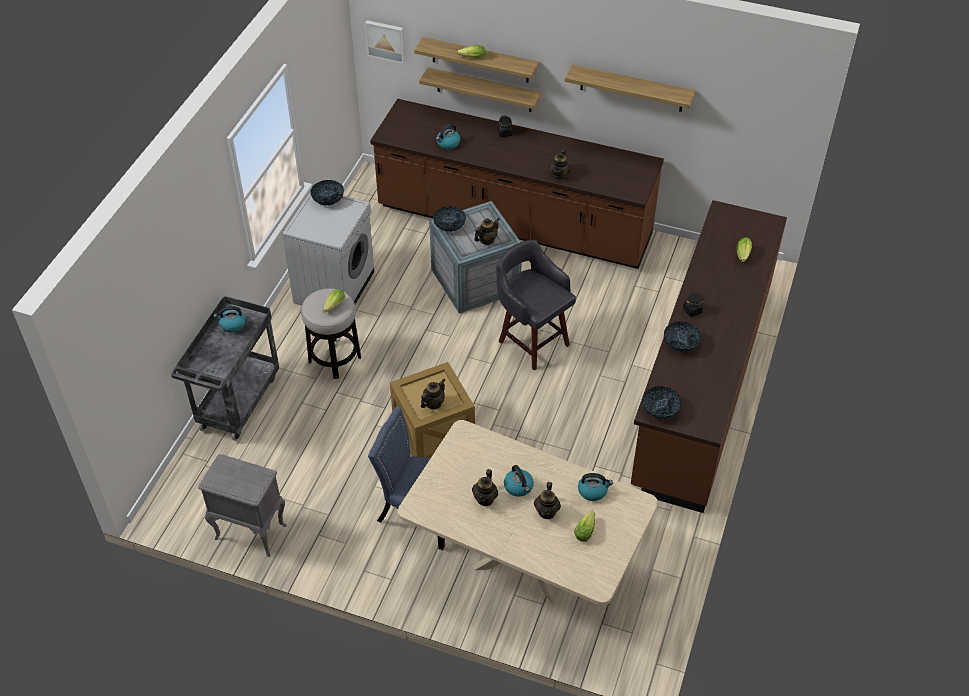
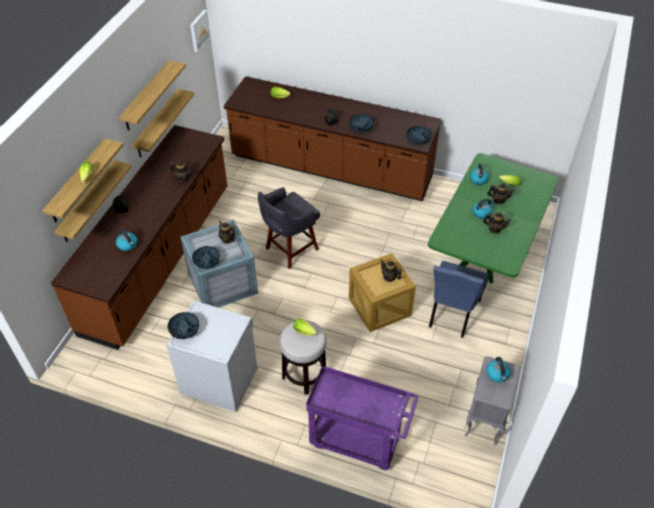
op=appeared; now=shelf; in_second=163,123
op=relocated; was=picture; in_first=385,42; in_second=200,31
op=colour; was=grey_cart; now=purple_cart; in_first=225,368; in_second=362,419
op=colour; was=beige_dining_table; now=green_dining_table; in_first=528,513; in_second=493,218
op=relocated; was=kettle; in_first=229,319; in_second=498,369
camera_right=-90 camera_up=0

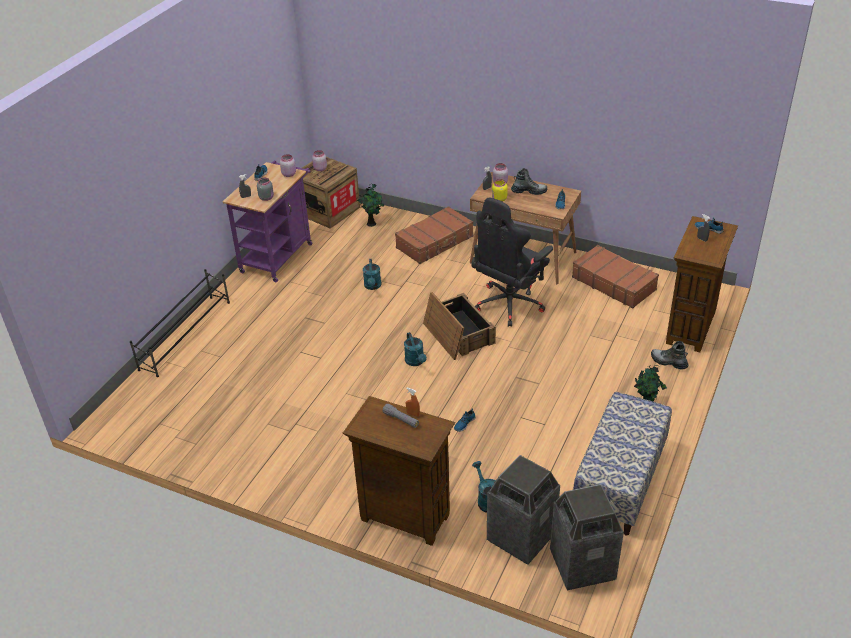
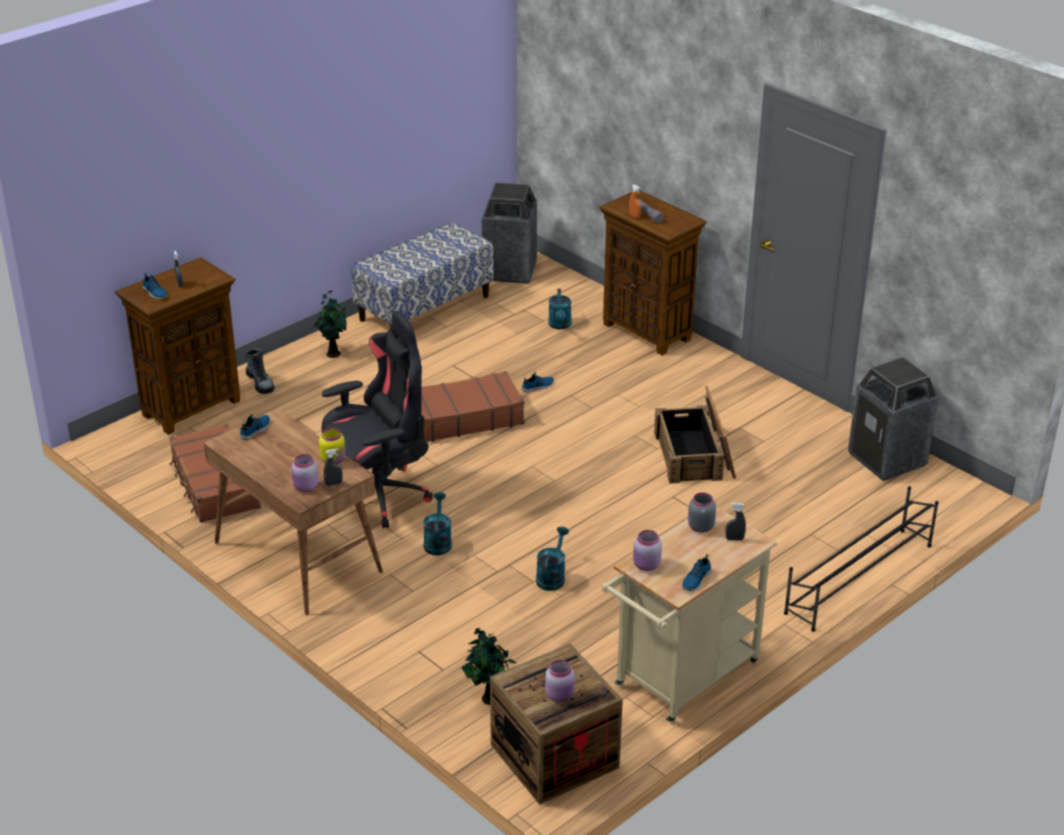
op=relocated; was=brown_suitcase; in_first=434,235; in_second=472,406
op=relocated; was=turquoise_watering_can; in_first=415,349; in_second=437,524
op=colour; was=purple_cart; now=beige_cart; in_first=267,221; in_second=689,615
op=relocated; was=crate; in_first=459,326; in_second=695,435
op=relocated; was=trash_can; in_first=523,510; in_second=893,419
op=missing; was=boot; in_first=529,181
camera_right=-160 camera_up=-5

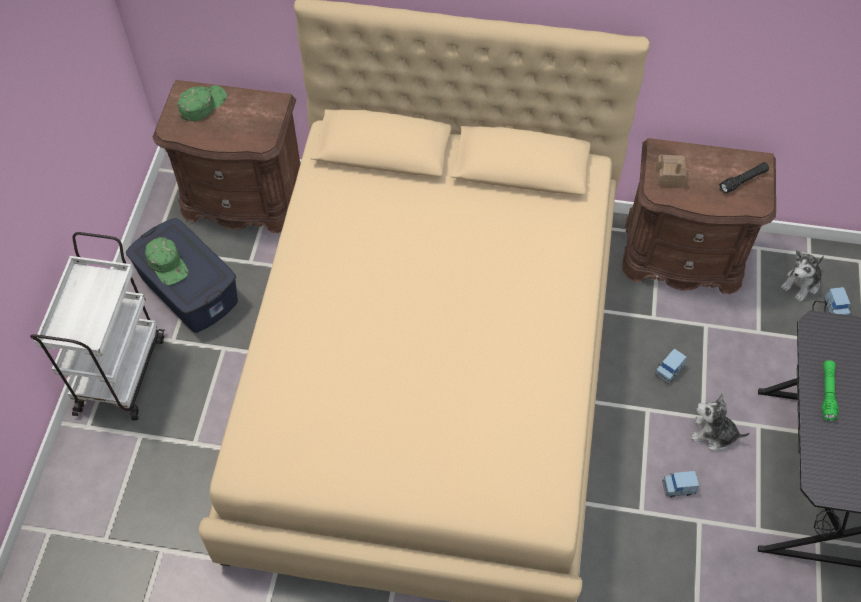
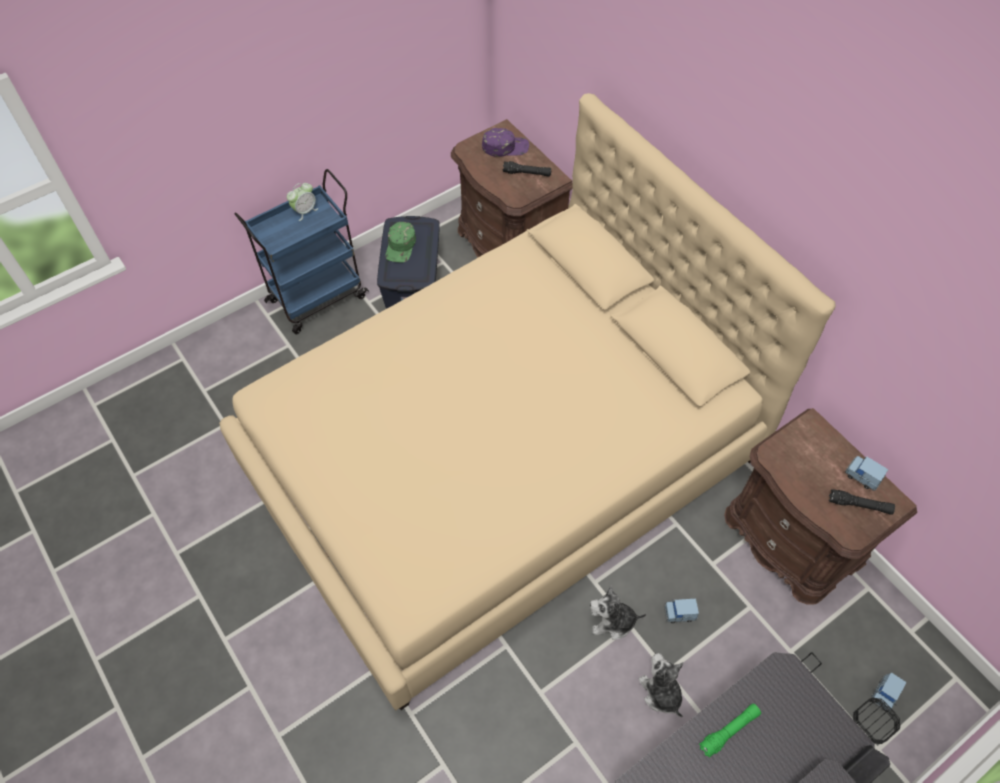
op=colour; was=white_cart; now=blue_cart; in_first=97,326; in_second=301,251
op=appeared; now=alarm_clock; in_second=302,202
op=colour; was=green_cap; now=purple_cap; in_first=202,103; in_second=505,142
op=appeared; now=black_flashlight; in_second=526,169
op=relocated; was=plush_toy; in_first=802,276; in_second=618,612
op=relocated; was=blue_toy_car; in_first=680,484; in_second=866,473
op=missing; was=toy_house; in_first=671,171
camera_right=45 camera_up=0

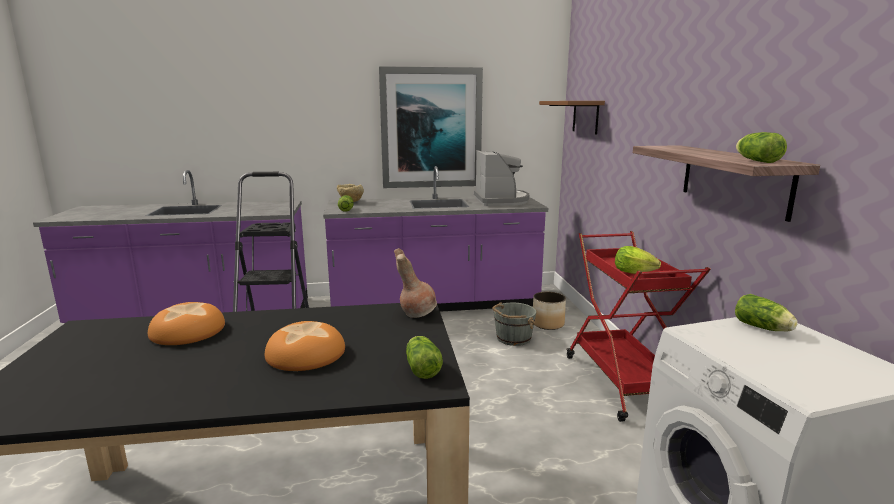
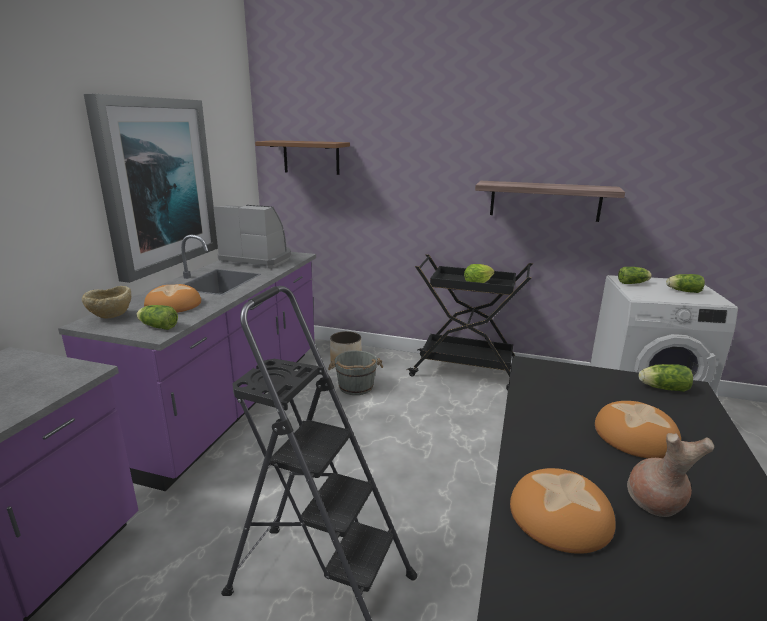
op=appeared; now=bread; in_second=172,298
op=colour; was=red_cart; now=black_cart; in_first=639,326; in_second=469,322
op=relocated; was=brown_vase; in_first=415,283; in_second=670,475
op=relocated; was=lettuce; in_first=761,147; in_second=685,283
camera_right=-65 camera_up=5

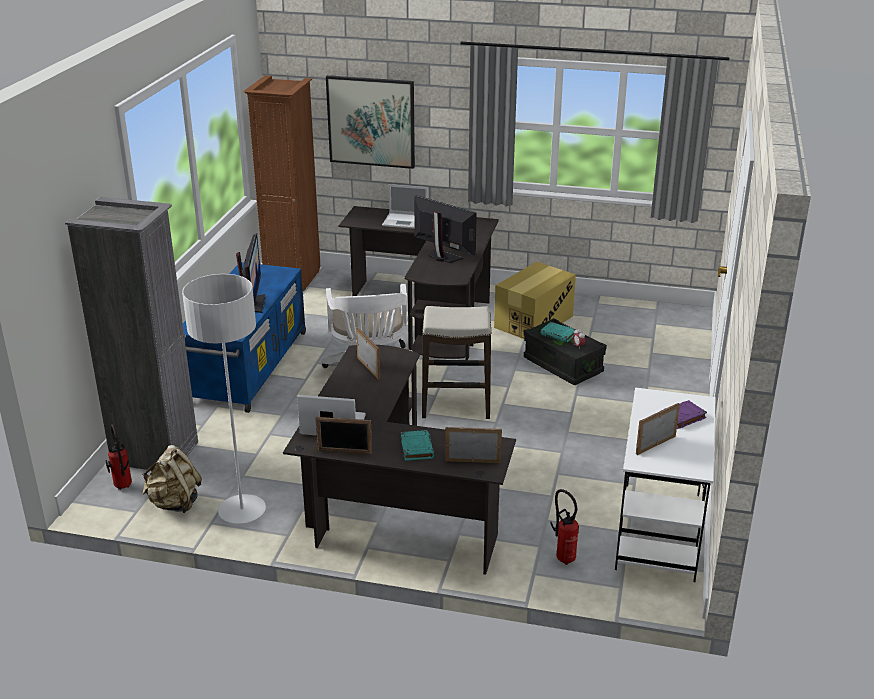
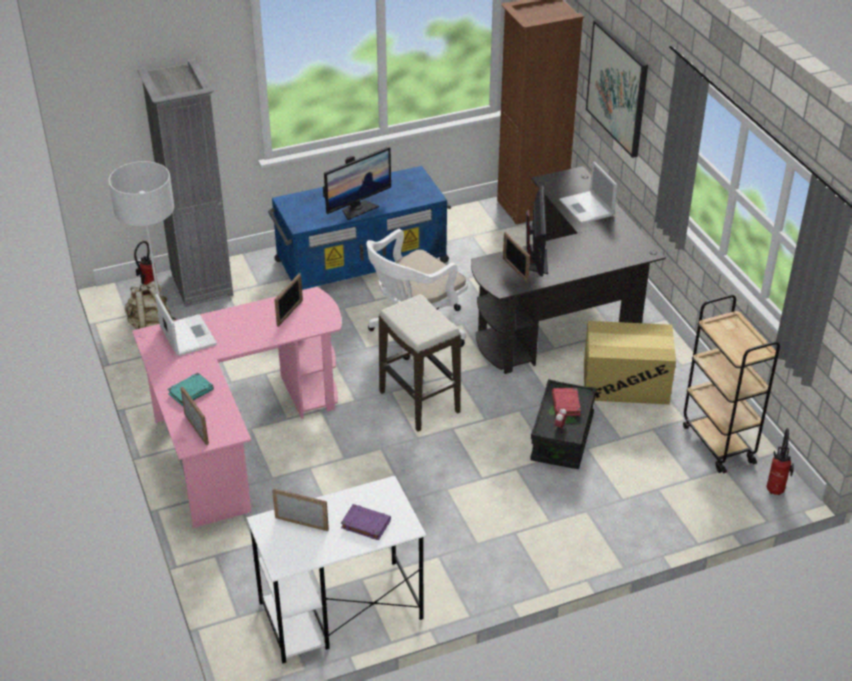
op=colour; was=black_desk; now=pink_desk; in_first=399,460; in_second=237,407
op=relocated; was=picture_frame; in_first=344,435; in_second=516,257
op=colour; was=turquoise_book; now=red_book; in_first=558,332; in_second=566,402
op=appeared; now=brown_cart; in_second=731,384
op=relocated; was=fire_extinguisher; in_first=564,527; in_second=780,461
camera_right=55 camera_up=10

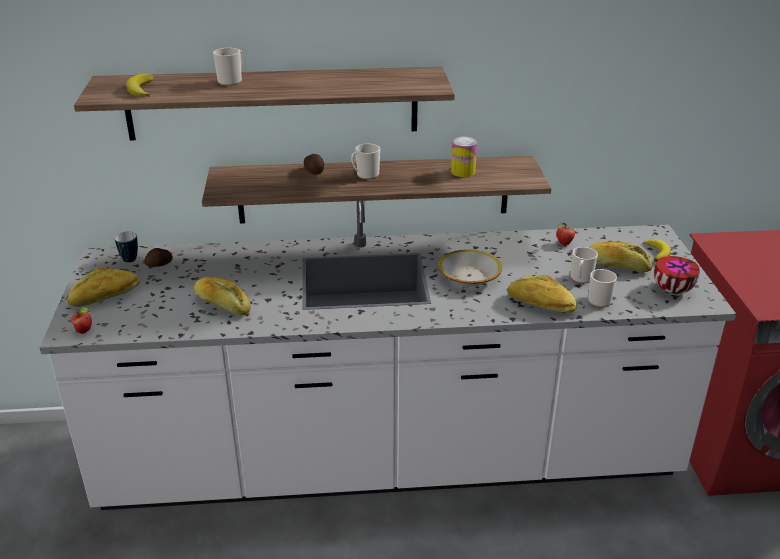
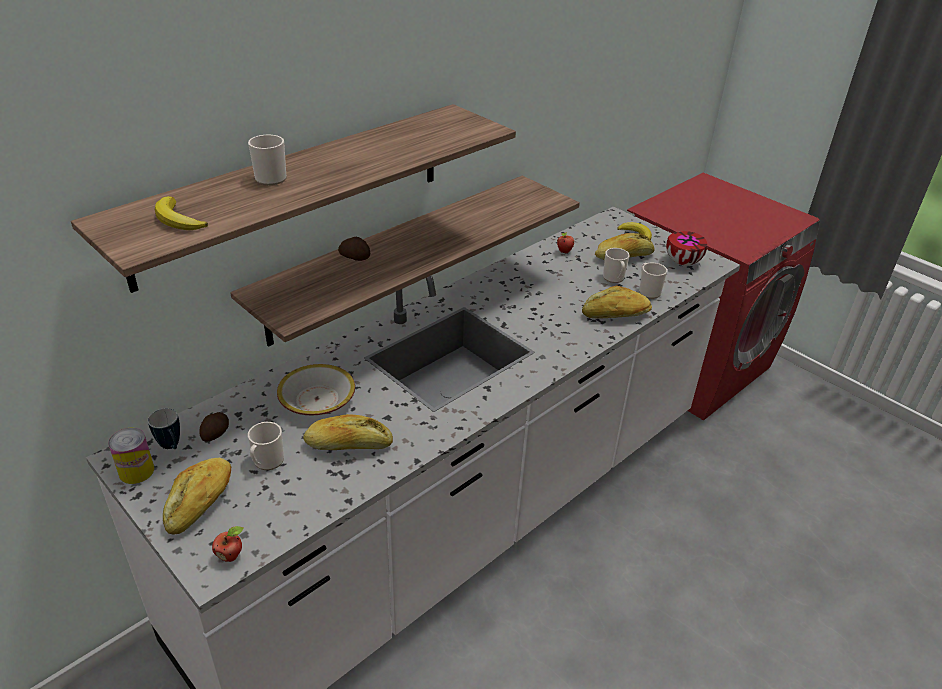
op=relocated; was=can; in_first=464,156; in_second=131,456
op=relocated; was=mug; in_first=365,161; in_second=266,446
op=relocated; was=bowl; in_first=470,268; in_second=316,389
camera_right=-40 camera_up=5

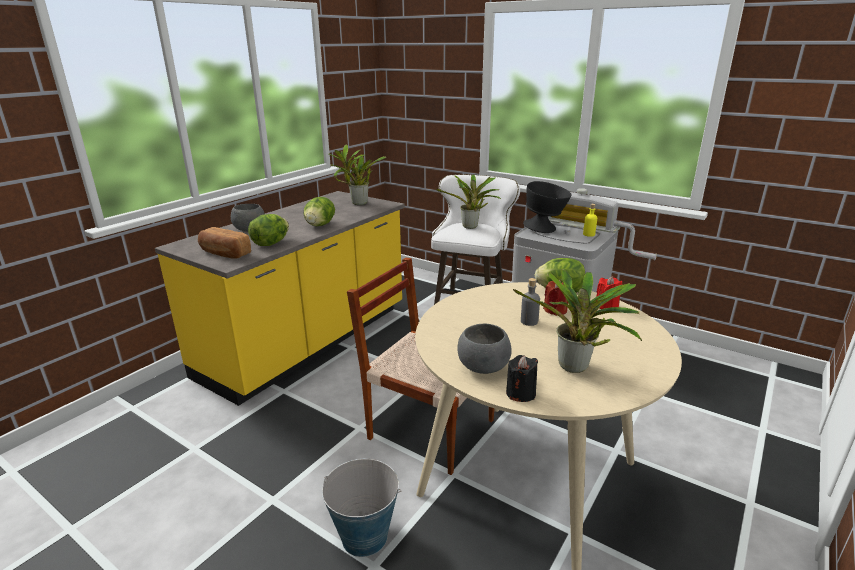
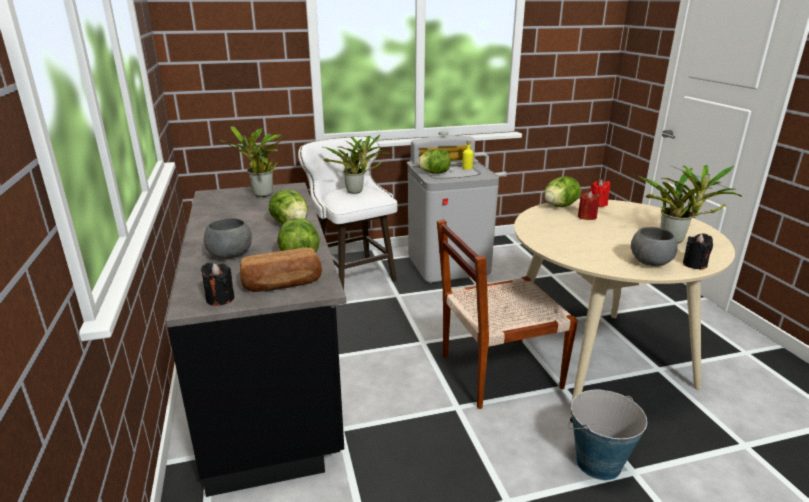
op=colour; was=yellow_counter; now=black_counter; in_first=280,298; in_second=256,339
op=appeared; now=black_candle; in_second=217,284
op=exchanged; was=black_bowl; now=lettuce; in_first=547,207; in_second=433,161
op=missing; was=grey_bottle; in_first=530,302
camera_right=-50 camera_up=0

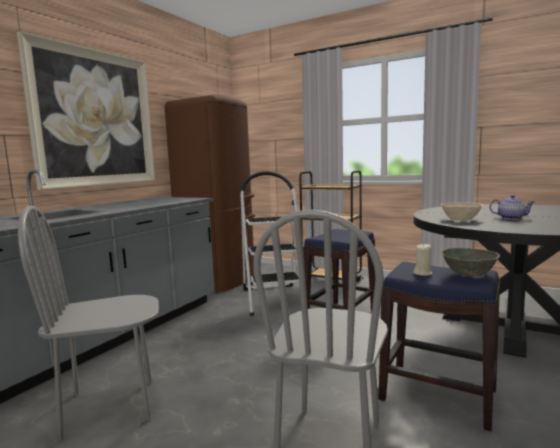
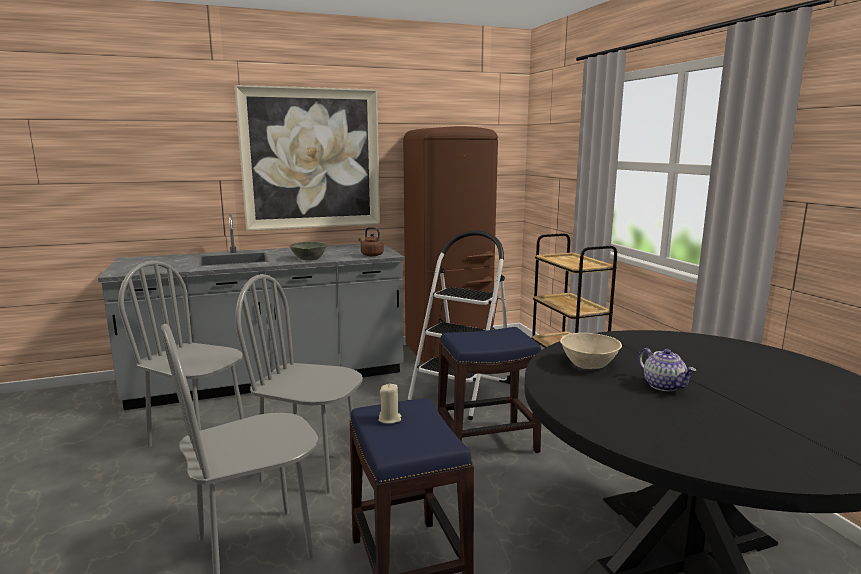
op=appeared; now=grey_chair; in_second=299,383
op=relocated; was=grey_bowl; in_first=470,262; in_second=308,251
op=appeared; now=brown_kettle; in_second=371,241
camera_right=40 camera_up=5

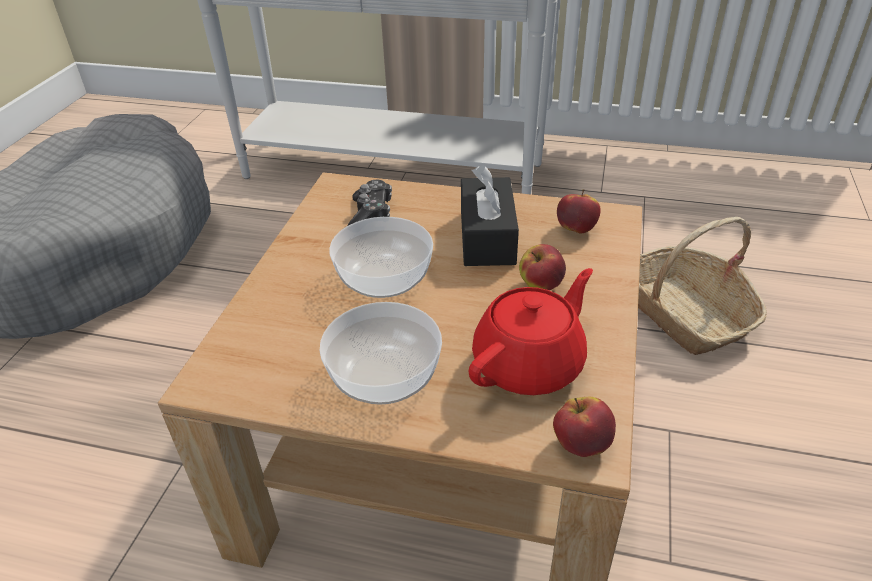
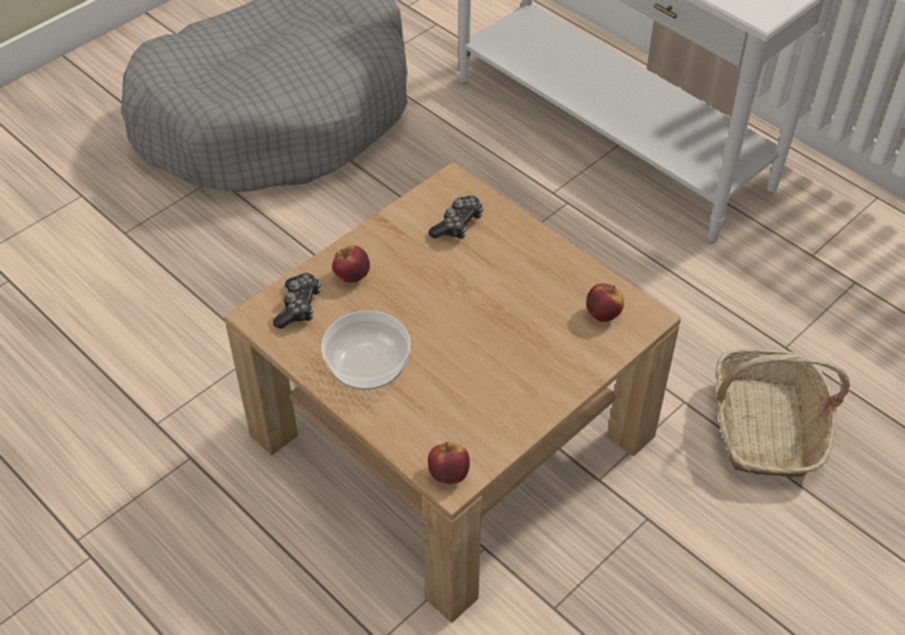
op=appeared; now=game_controller; in_second=297,301
op=relocated; was=apple; in_first=542,267; in_second=351,264
op=missing; was=bowl; in_first=381,257
op=missing; was=black_tissue_box; in_first=490,215
op=missing; was=red_teapot; in_first=531,331
camera_right=30 camera_up=10

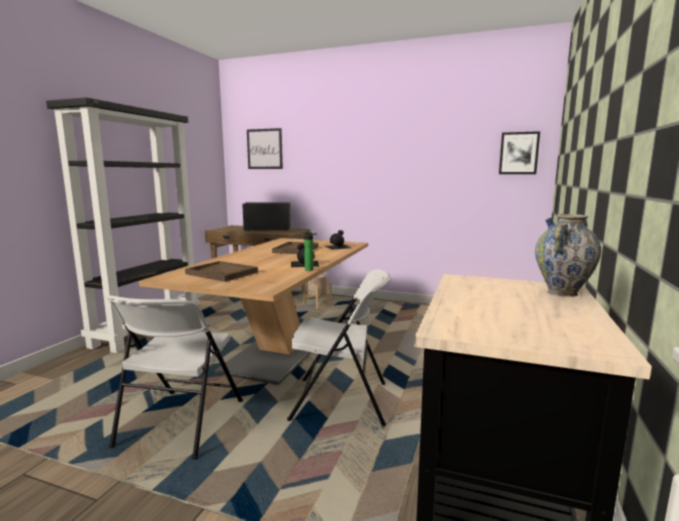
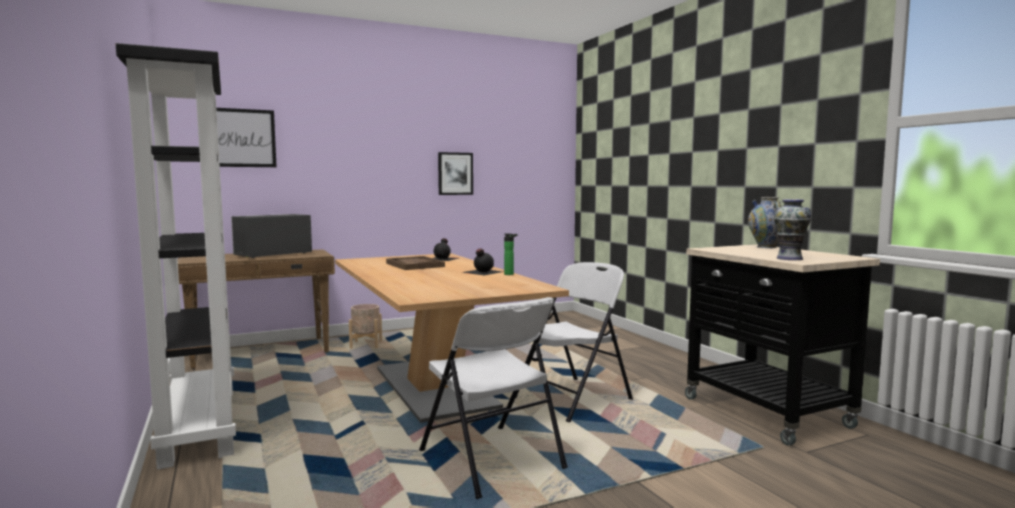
op=relocated; was=picture; in_first=519,152; in_second=455,173
op=appeared; now=vase; in_second=793,229
op=missing; was=brown_tray; in_first=221,271
camera_right=-45 camera_up=-5

